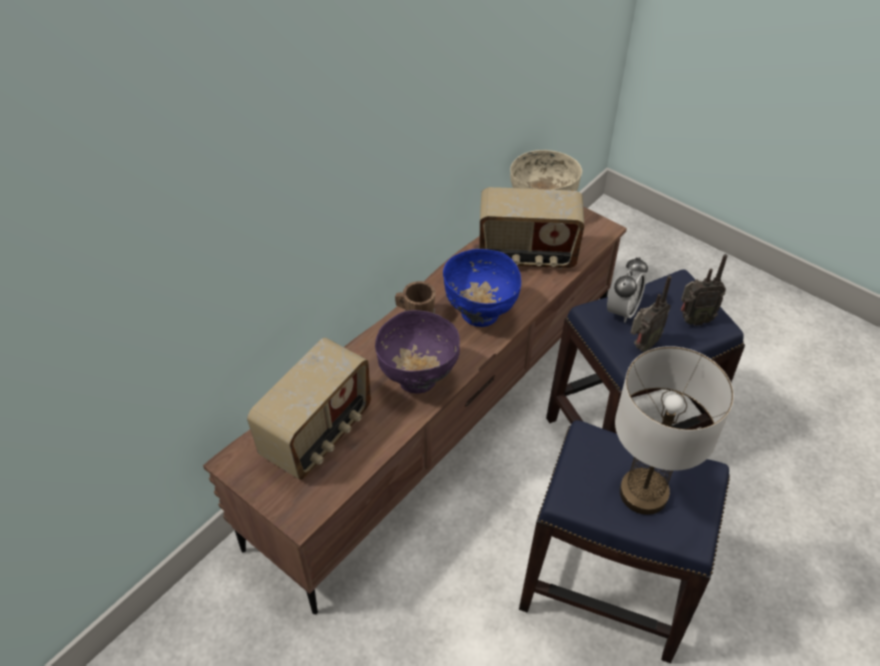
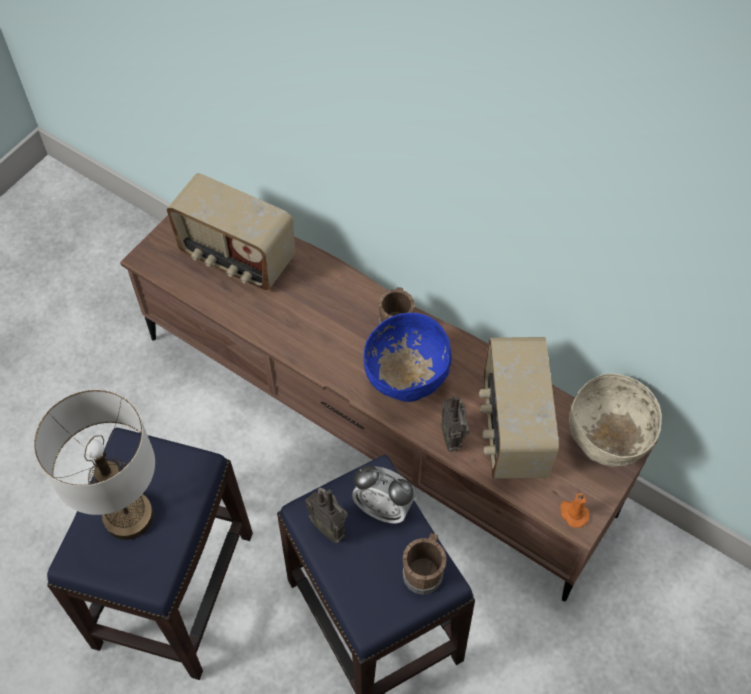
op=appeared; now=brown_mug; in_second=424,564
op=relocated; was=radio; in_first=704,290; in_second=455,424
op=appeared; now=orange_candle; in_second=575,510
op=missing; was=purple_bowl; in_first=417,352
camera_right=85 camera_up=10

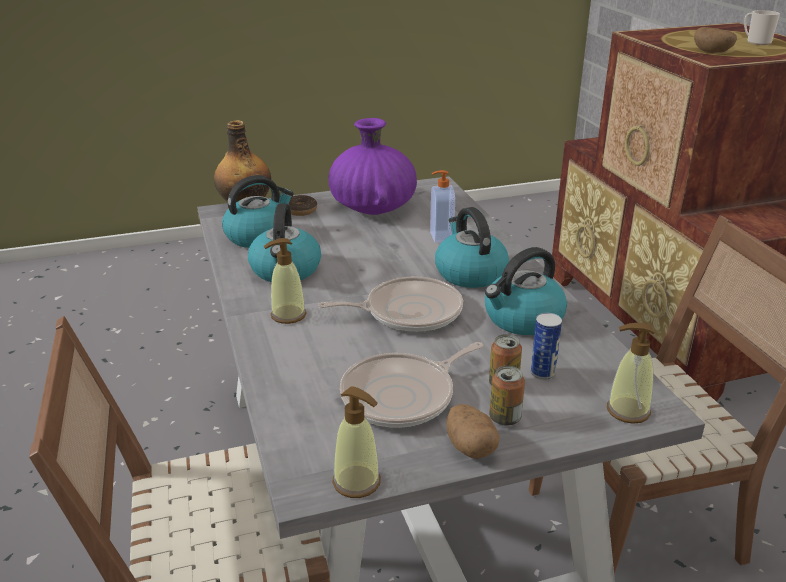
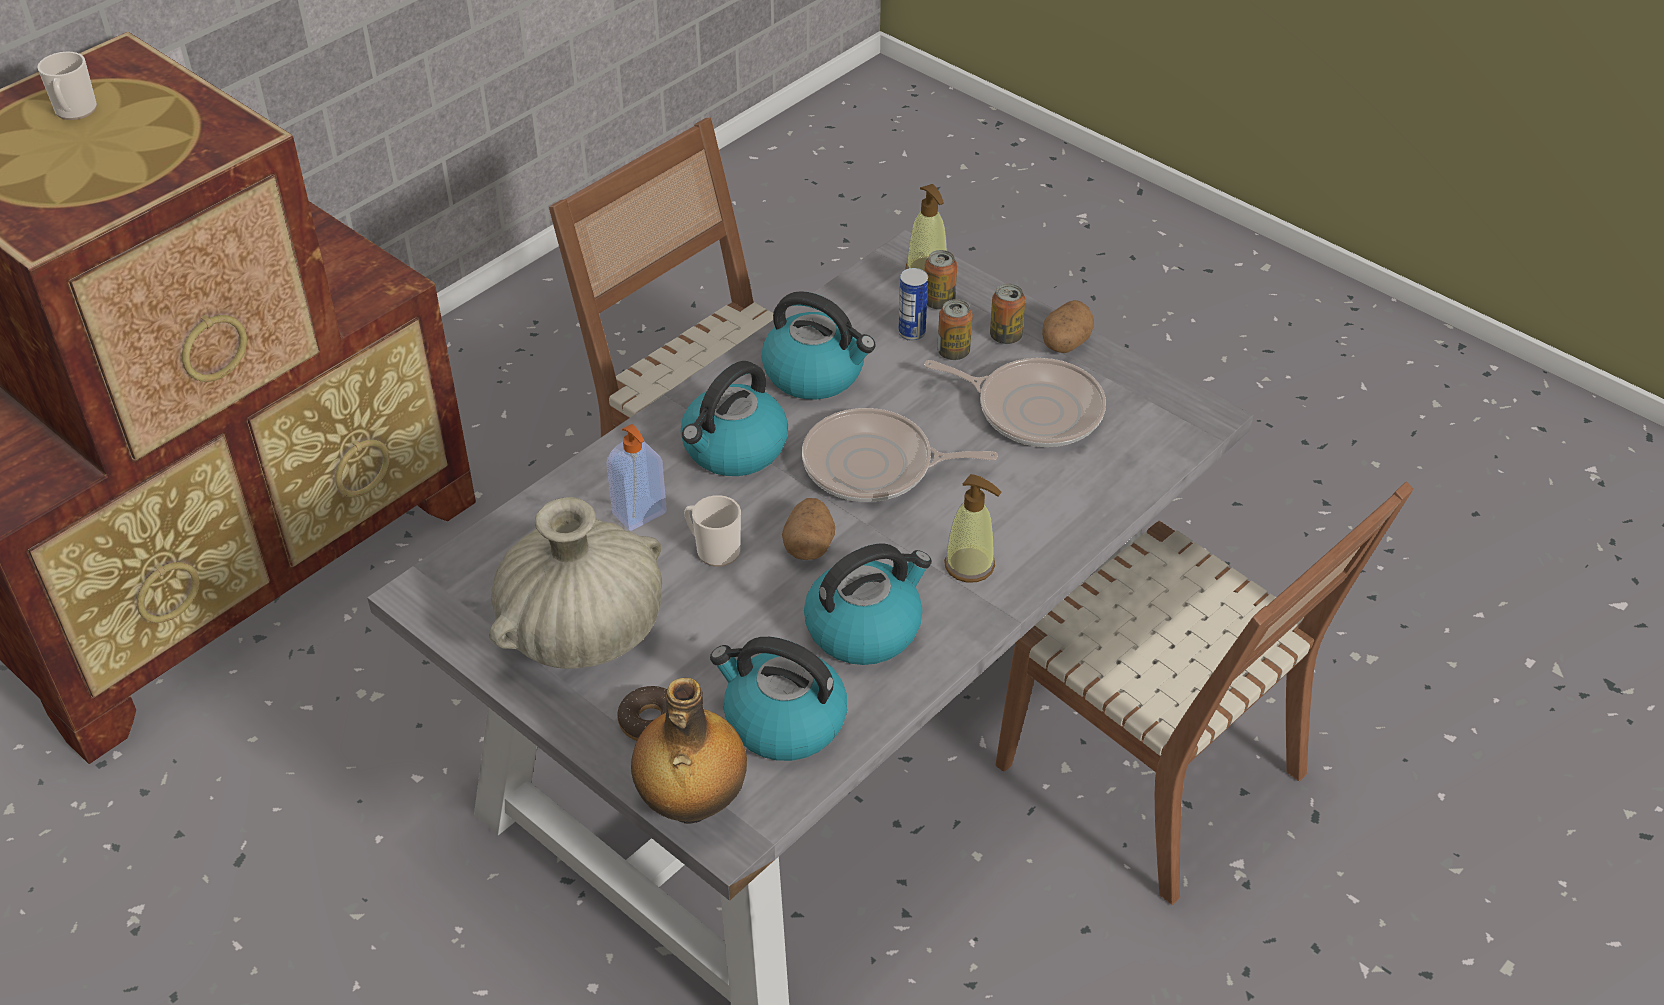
op=colour; was=purple_vase; now=beige_vase; in_first=372,166; in_second=575,583
op=appeared; now=mug; in_second=712,531
op=relocated; was=potato; in_first=715,40; in_second=808,529
op=spun; was=frying_pan; in_first=390,304; in_second=900,455; clockwise=-45
op=appeared; now=can; in_second=941,280
op=missing; was=soap_dispenser; in_first=356,442
camera_right=-120 camera_up=15

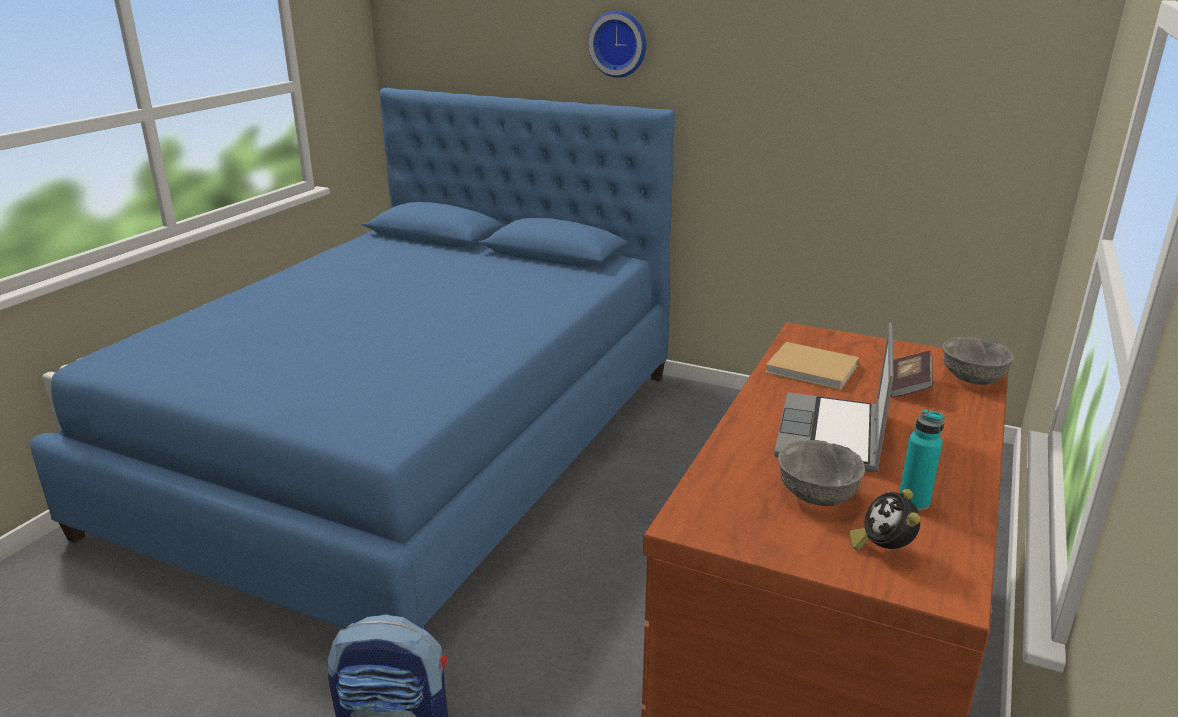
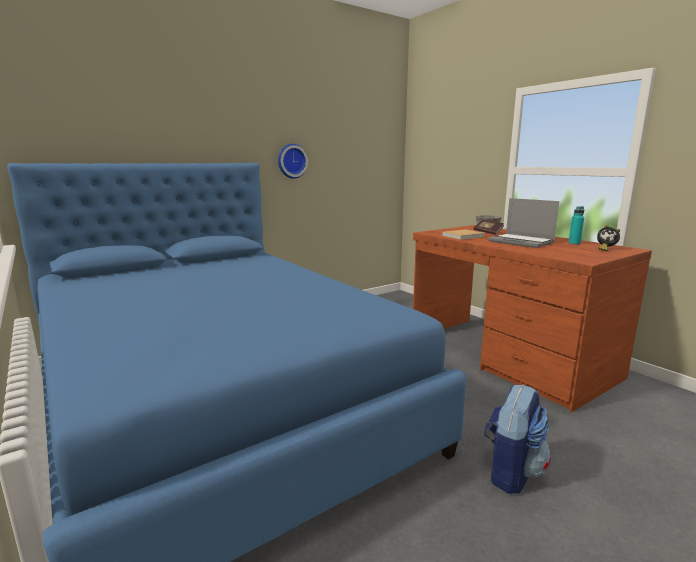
op=relocated; was=wall_clock; in_first=617,44; in_second=293,161
op=missing; was=grey_bowl; in_first=821,473
camera_right=-60 camera_up=-10

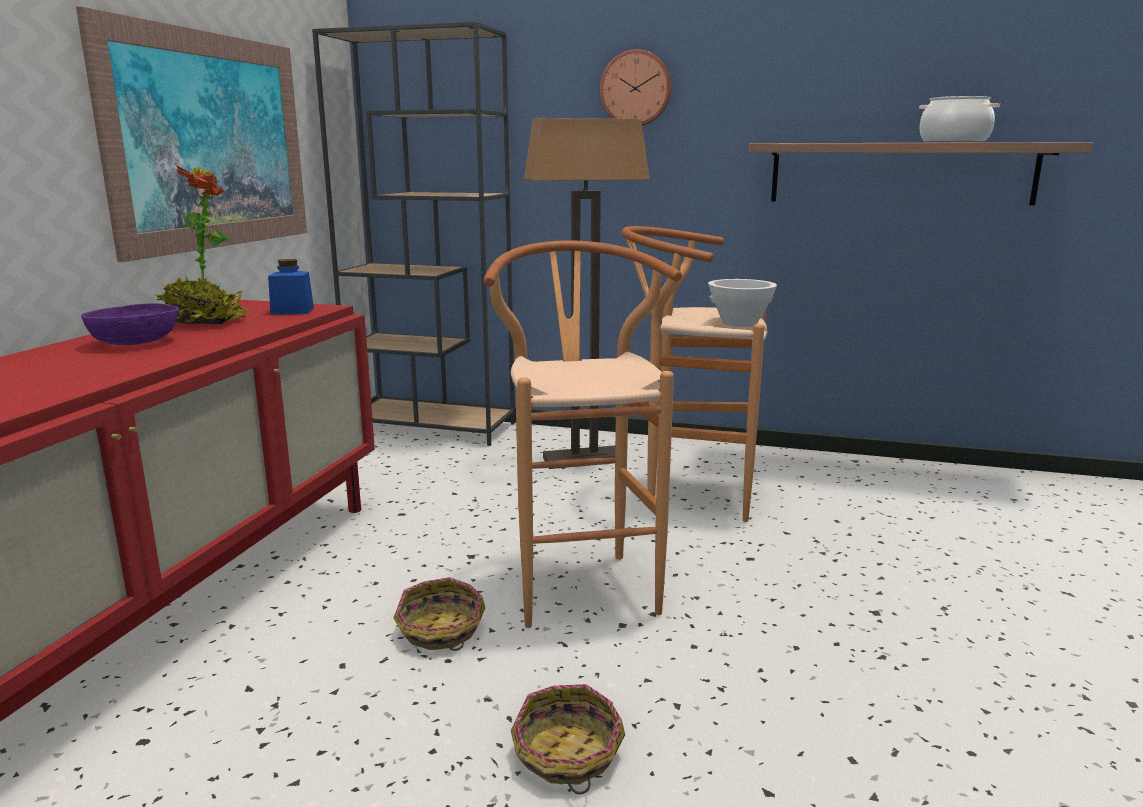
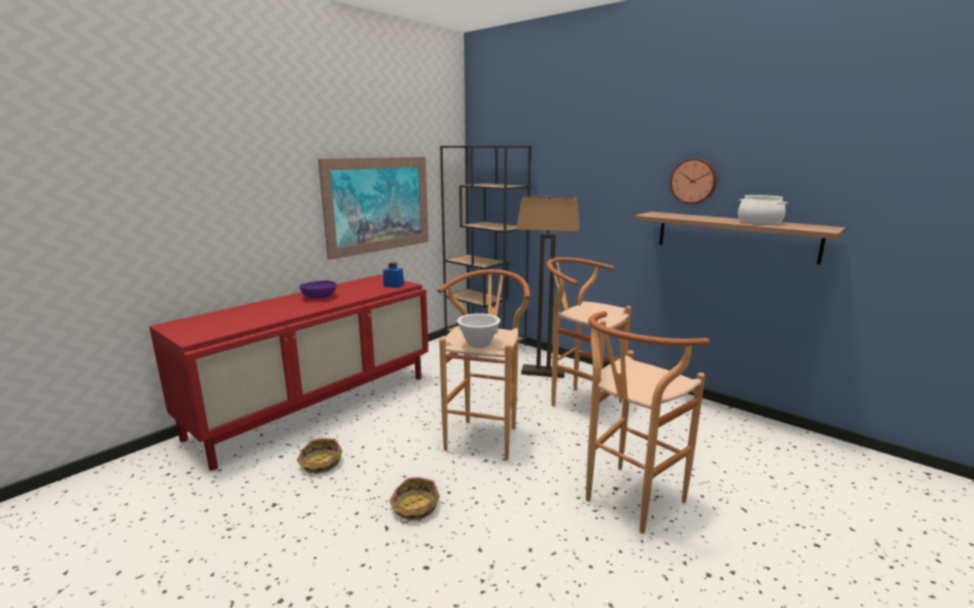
op=relocated; was=basket; in_first=439,614; in_second=319,457
op=relocated; was=white_bowl; in_first=742,303; in_second=478,330
op=appeared; now=brown_stool; in_second=648,422
op=relocated; was=wall_clock; in_first=636,87; in_second=693,181
op=missing; was=potted_plant; in_first=202,244
camera_right=25 camera_up=0

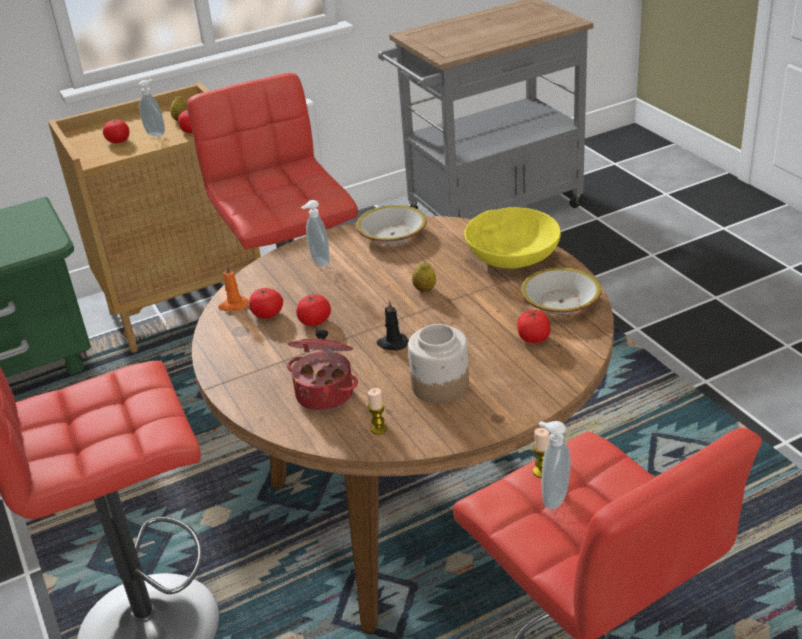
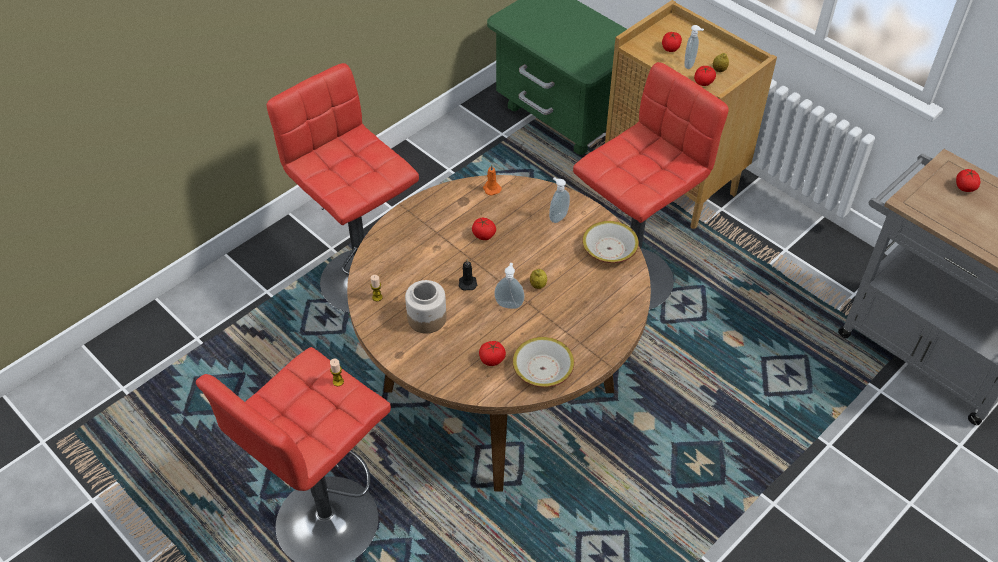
op=relocated; was=soap_dispenser; in_first=554,465; in_second=509,286
op=relocated; was=tomato; in_first=266,303; in_second=968,180
op=missing; was=cooking_pot; in_first=322,370
op=missing; was=yellow_bowl; in_first=512,238
camera_right=70 camera_up=15

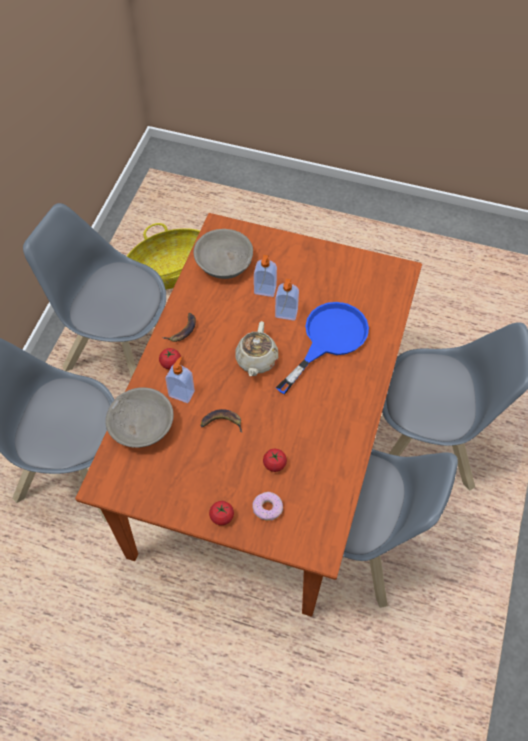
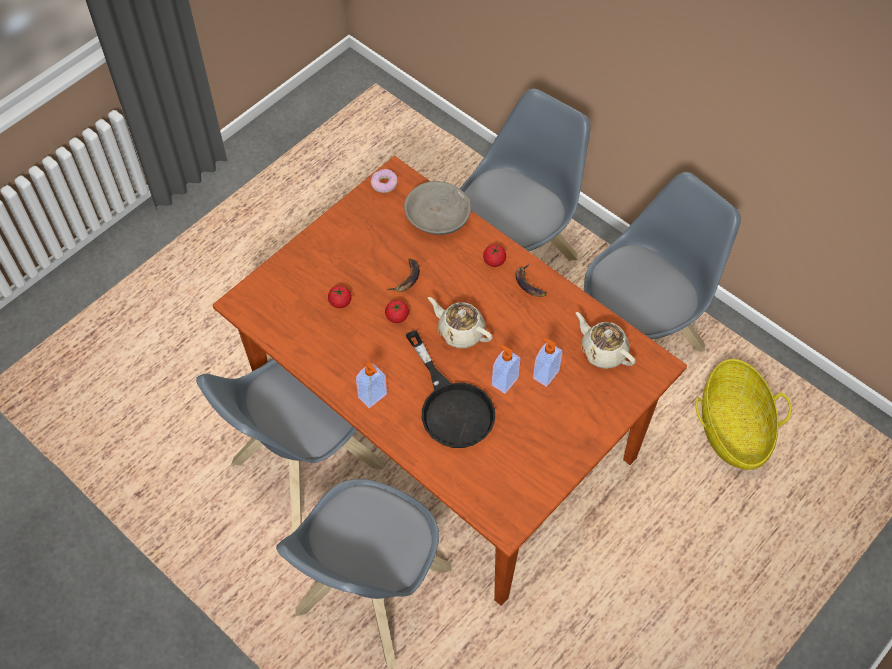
op=relocated; was=soap_dispenser; in_first=180,380; in_second=371,385
op=relocated; was=donut; in_first=267,506; in_second=384,181
op=relocated; was=tomato; in_first=221,513; in_second=397,311
op=colour; was=blue_frying_pan; now=black_frying_pan; in_first=322,348; in_second=450,389
op=exchanged; was=grey_bowl; now=beige_teapot; in_first=223,254; in_second=606,340
camera_right=115 camera_up=0

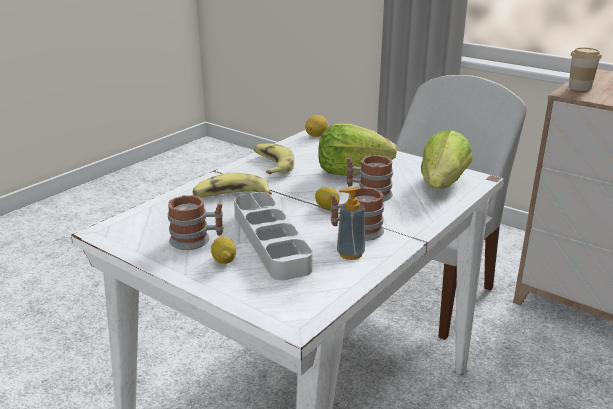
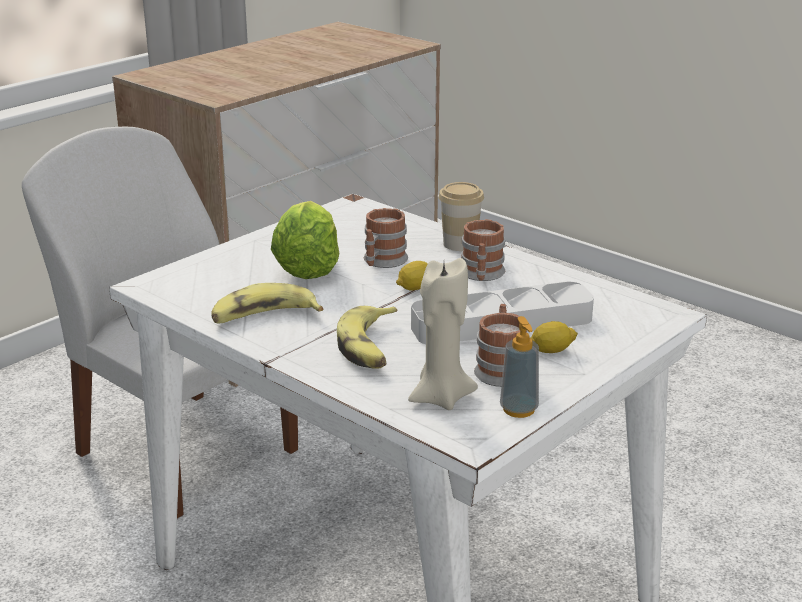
op=appeared; now=beige_candle; in_second=443,334
op=relocated; was=cup; in_first=585,69; in_second=461,216
op=relocated; was=soap_dispenser; in_first=351,223; in_second=519,367
op=missing; was=lemon; in_first=316,126
op=missing; was=lettuce; in_first=446,159
camera_right=-85 camera_up=0

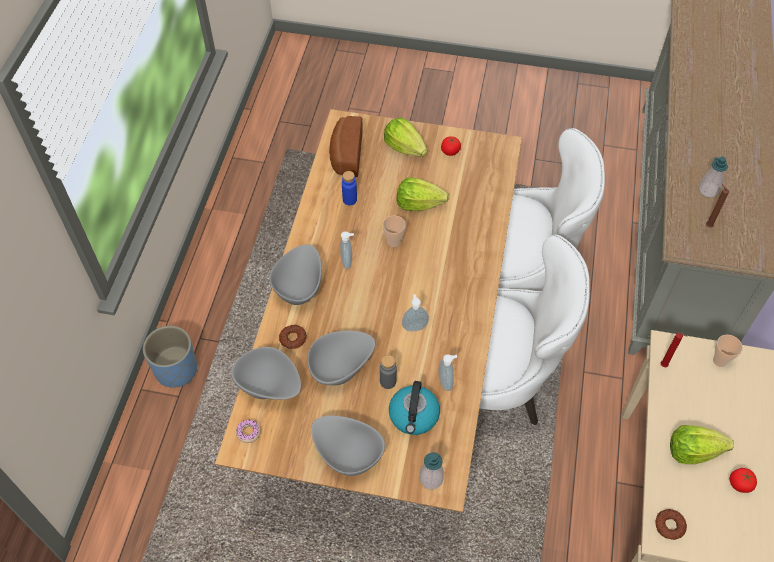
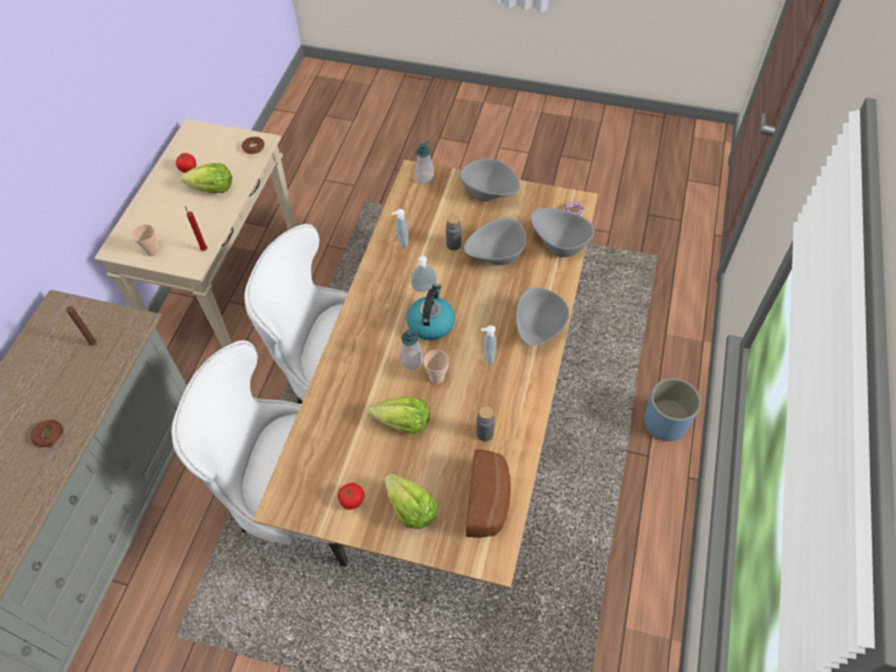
op=relocated; was=donut; in_first=292,337; in_second=46,433
op=relocated; was=soap_dispenser; in_first=713,177; in_second=412,349
op=relocated; was=kettle; in_first=414,408; in_second=431,312
op=colour; was=blue_bottle; now=grey_bottle; in_first=349,188; in_second=485,423
camera_right=-175 camera_up=0

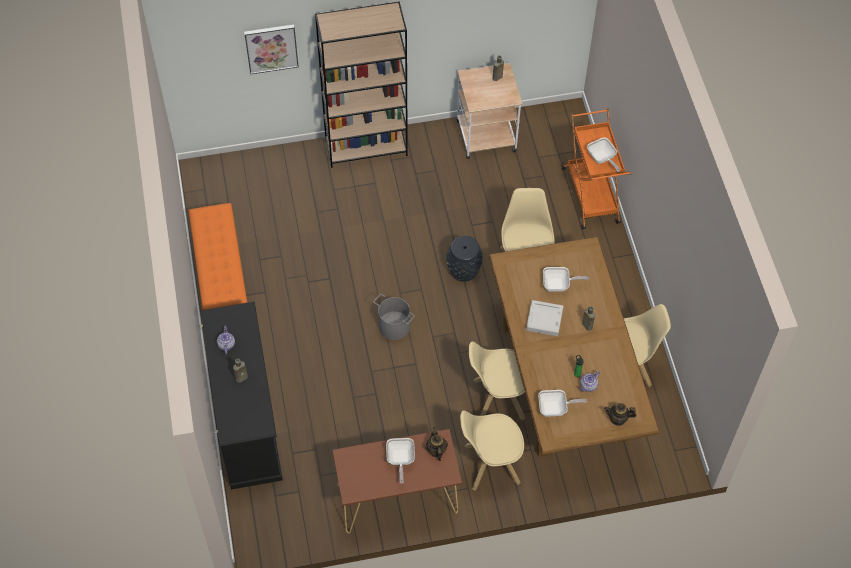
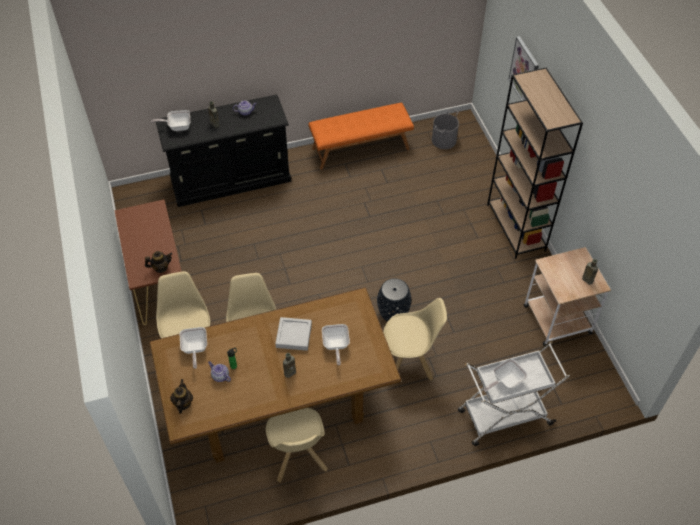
op=relocated; was=frying_pan; in_first=400,460; in_second=170,120
op=relocated; was=grey_bucket; in_first=394,317; in_second=445,128
op=colour; was=orange_cart; now=white_cart; in_first=596,168; in_second=514,393
camera_right=85 camera_up=-5

